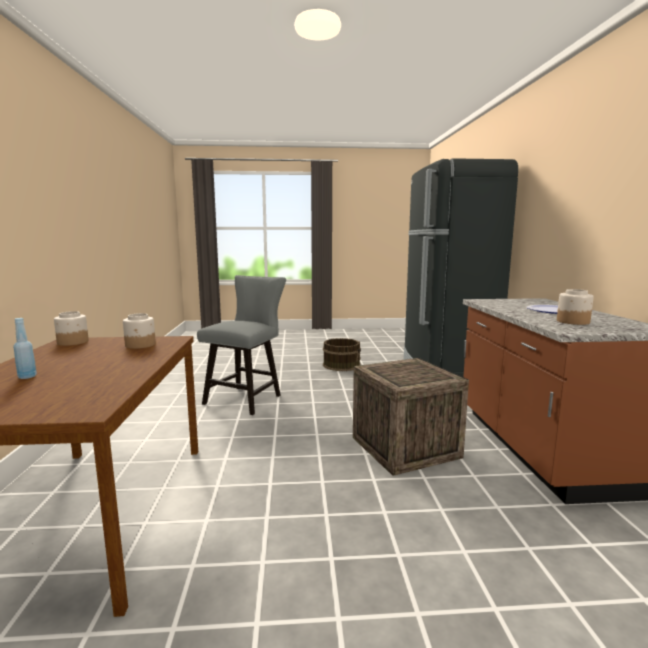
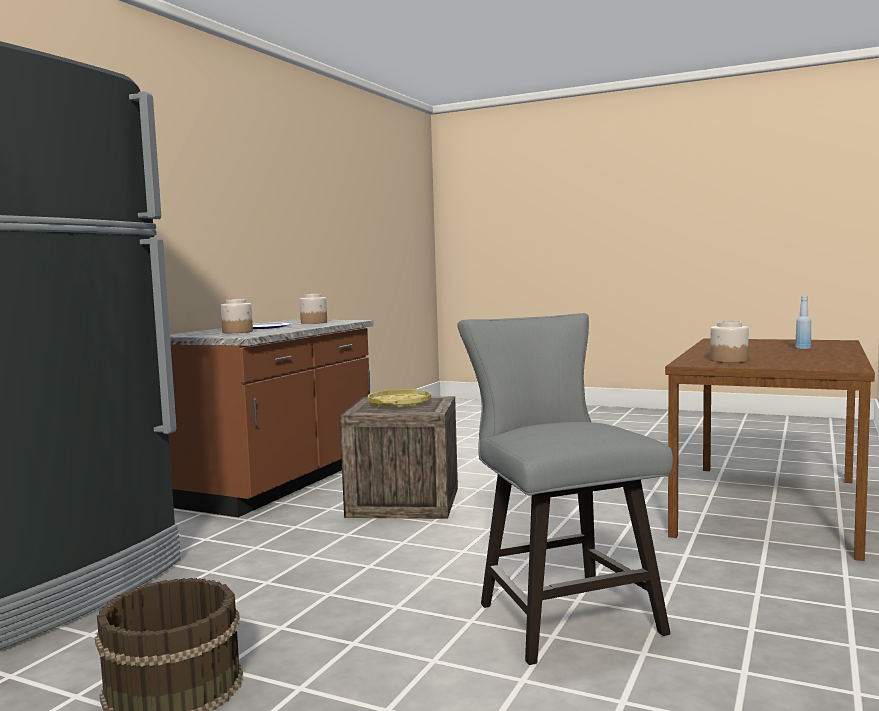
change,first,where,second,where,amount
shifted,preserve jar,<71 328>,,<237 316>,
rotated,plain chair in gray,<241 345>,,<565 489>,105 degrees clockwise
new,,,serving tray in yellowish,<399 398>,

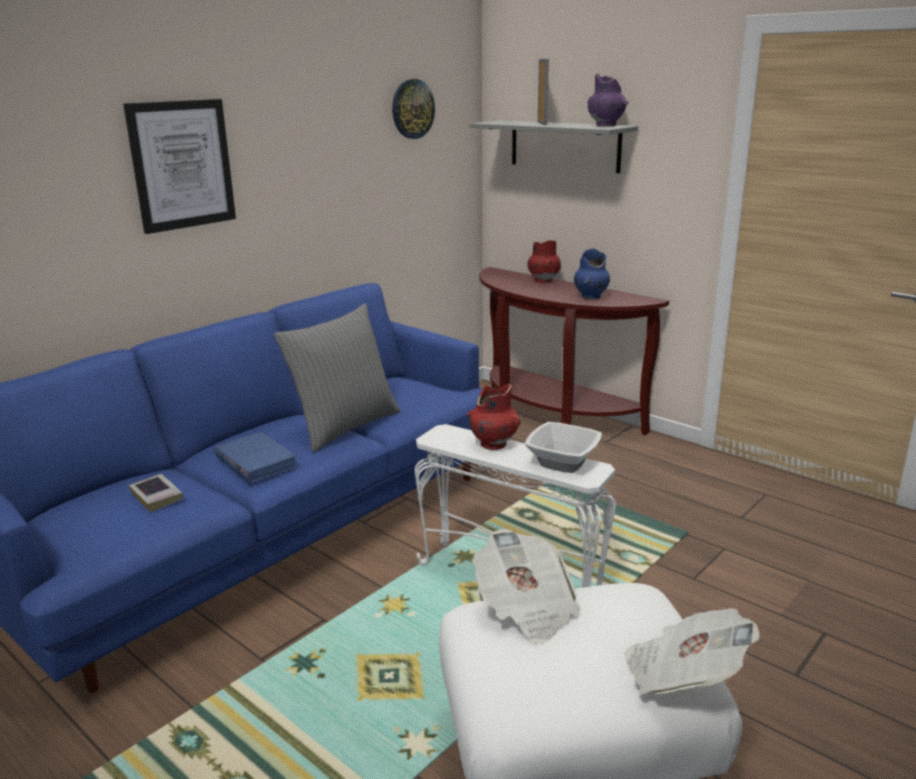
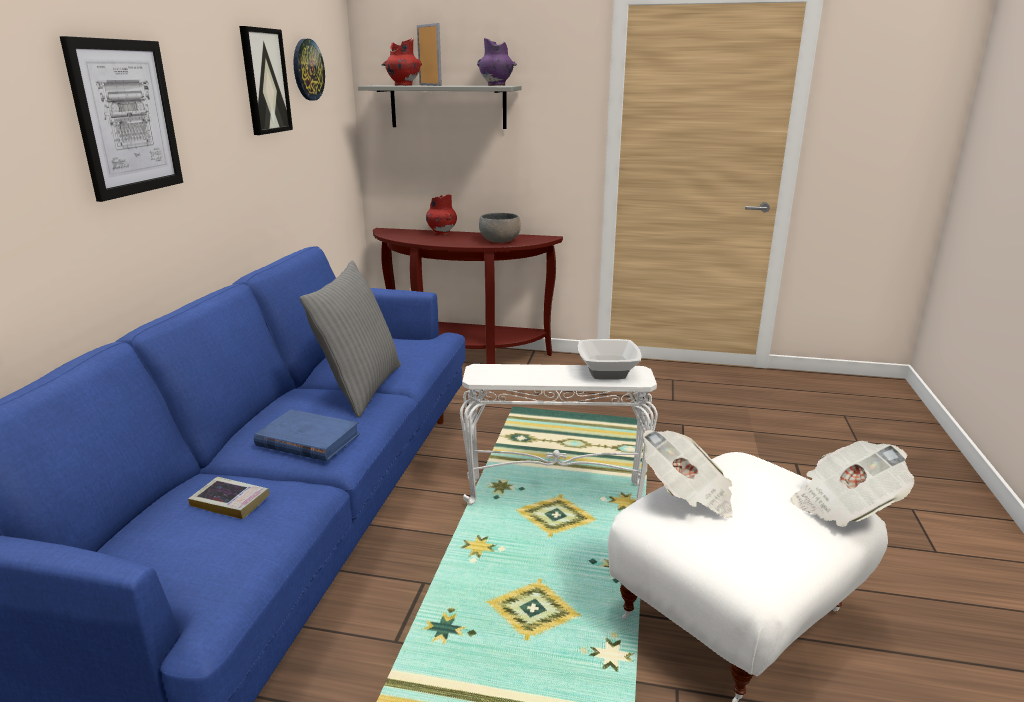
change,first,where,second,where,amount
shifted,flower vase in reddish,<493 417>,,<402 62>,
swapped,flower vase in bluish,<592 274>,serving bowl in gray,<500 228>,
new,,,picture,<266 80>,

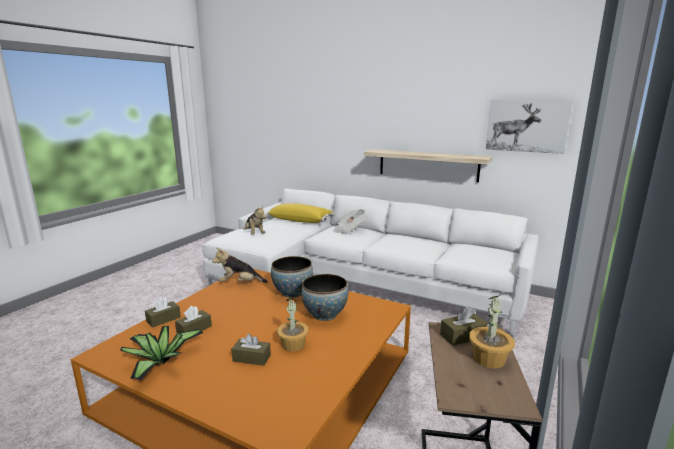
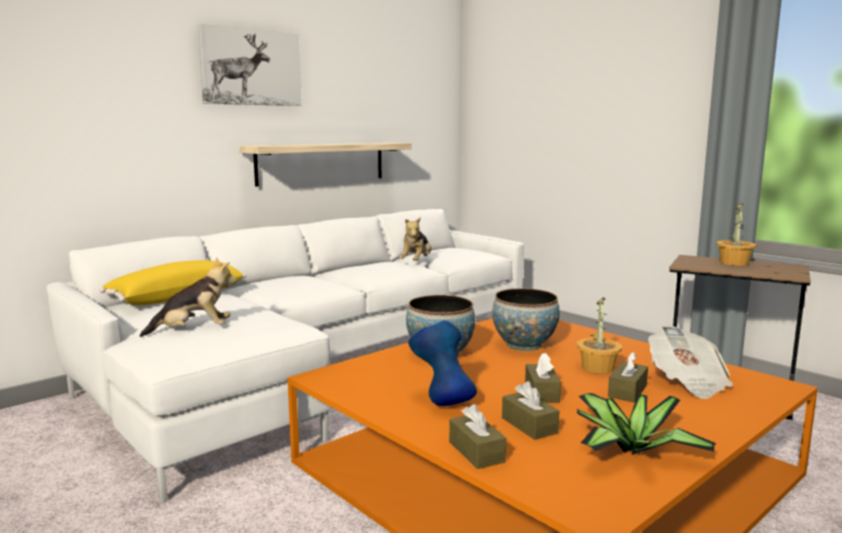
change,first,where,second,where,amount
shifted,soft toy,<240 265>,,<415 239>,
shifted,printed paper,<350 221>,,<690 362>,
shifted,tissue box in brownish,<463 326>,,<543 378>,
shifted,picture,<529 127>,,<250 65>,
new,,,flower vase in bluish,<442 363>,

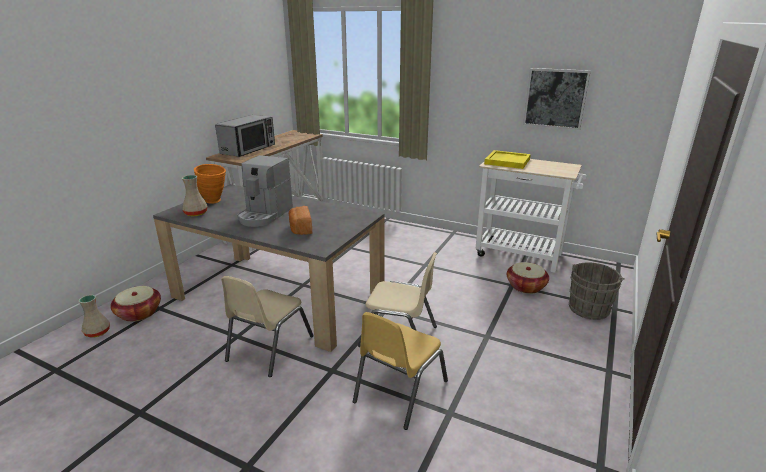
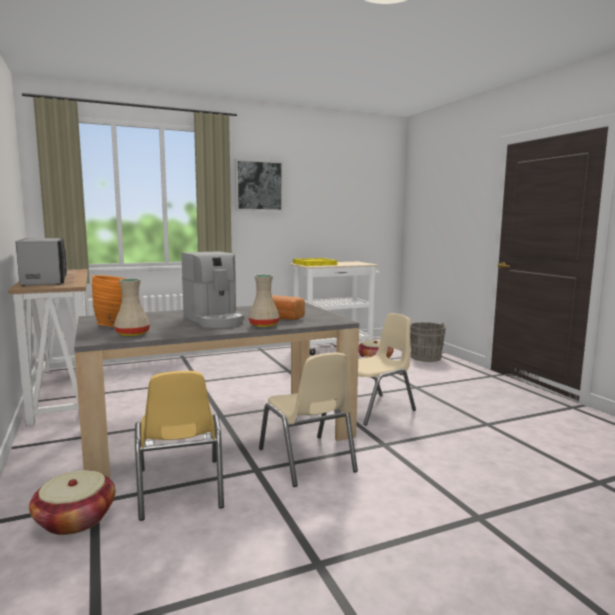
change,first,where,second,where,amount
shifted,flower vase in beige-coloured,<94 316>,,<264 301>,
shifted,plain chair in yellowish,<400 371>,,<179 446>,
shifted,picture,<557 99>,,<259 185>,

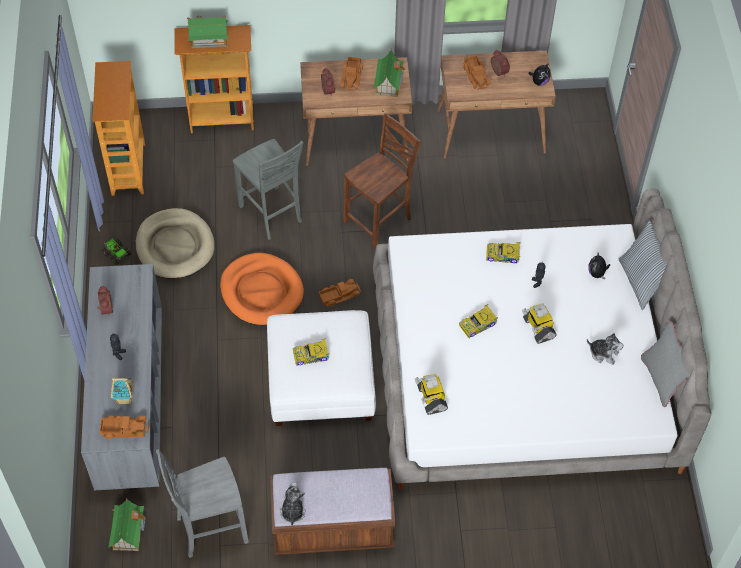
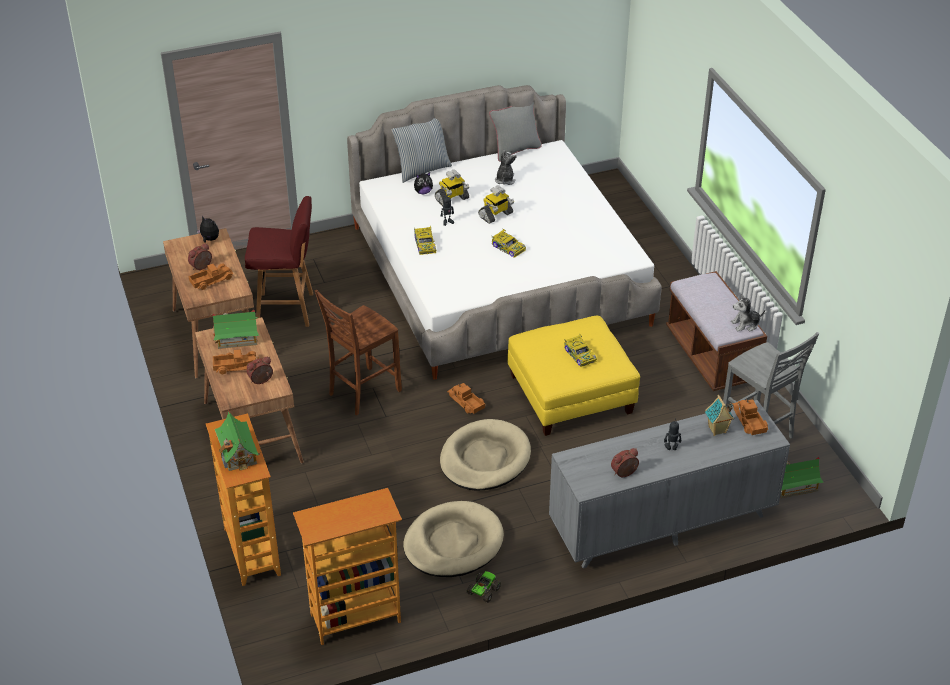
change,first,where,second,where,amount
repainted,pet bed in orange-coloured,<262 289>,pet bed in beige-coloured,<485 455>,
gone,plain chair in gray,<268 189>,,,
repainted,ottoman in whitish,<321 368>,ottoman in yellowish,<574 376>,
rotated,plain chair in brownish,<382 180>,,<358 352>,75 degrees counterclockwise
shifted,model robot,<431 394>,,<452 188>,
new,,,sitting stool in reddish,<279 261>,

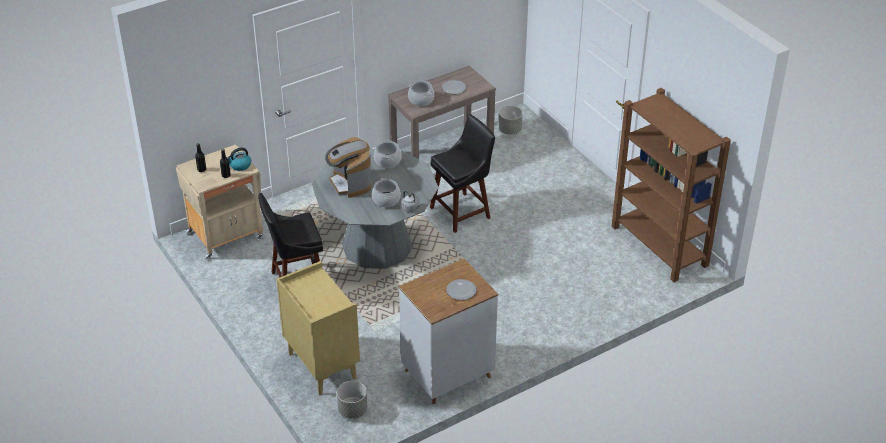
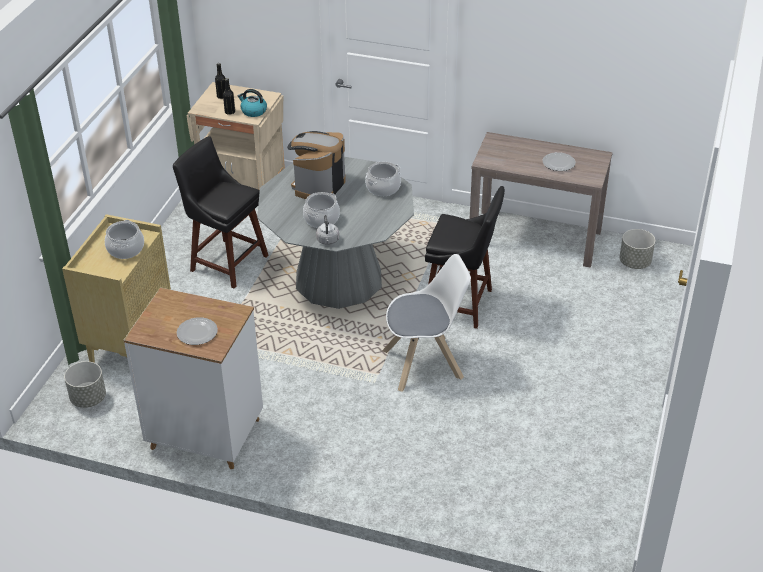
change,first,where,second,where,amount
shifted,saucepot,<421 93>,,<124 239>,
gone,bookcase in brownish,<671 185>,,,
new,,,plain chair,<426 322>,

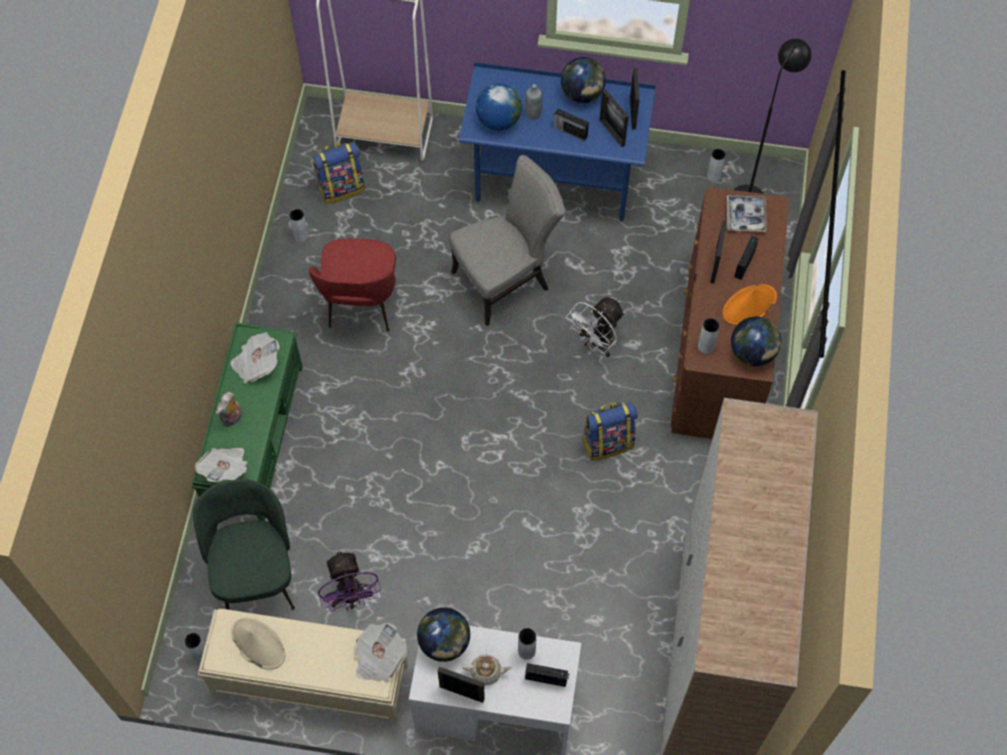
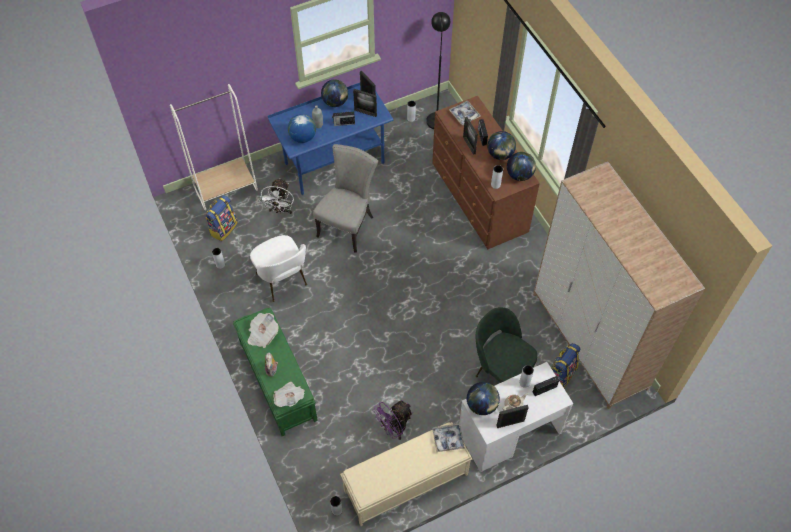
change,first,where,second,where,amount
shifted,plain chair in greenish,<244 544>,,<506 345>,
gone,hat in beige-coloured,<258 643>,,,
repainted,plain chair in reddish,<352 284>,plain chair in whitish,<278 268>,
rotated,cooling fan in purplish,<349 581>,,<393 420>,105 degrees clockwise
swapped,printed paper,<381 653>,serving tray,<448 438>,
shifted,cooling fan in whitish,<595 327>,,<277 196>,
shifted,backpack,<609 431>,,<565 365>,
swapped,hat in orange-coloured,<750 305>,desk globe,<501 145>,

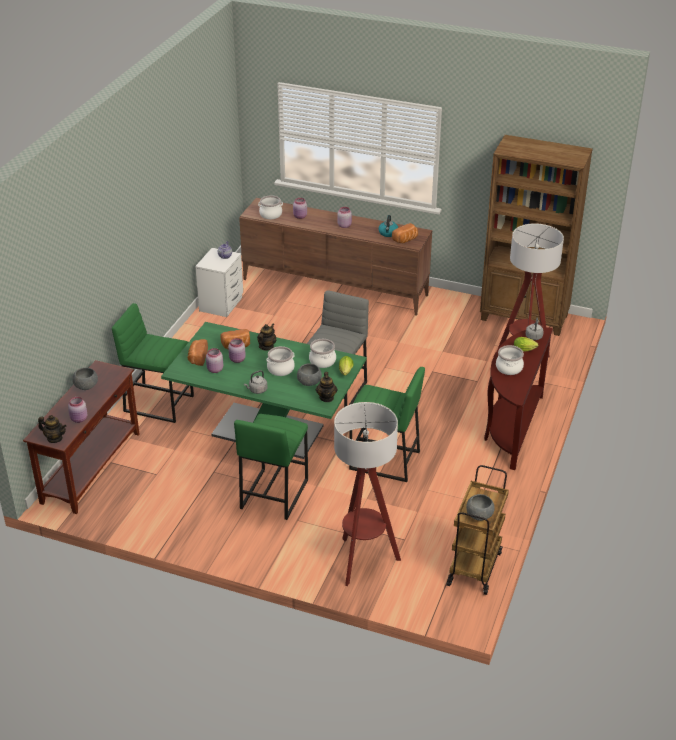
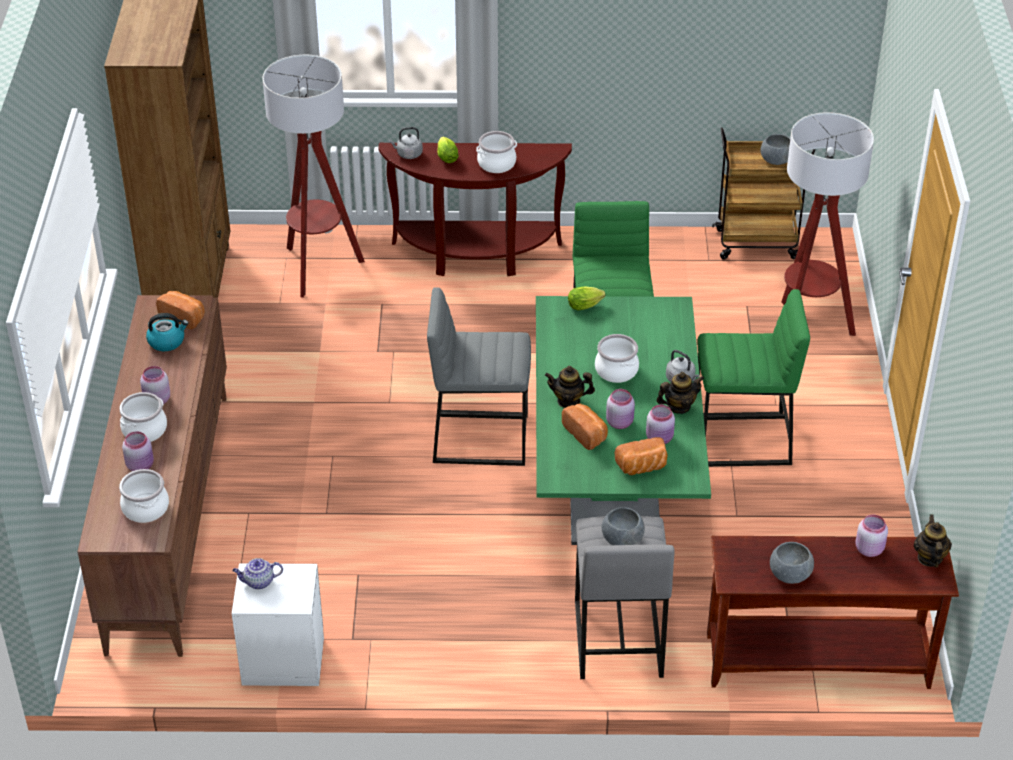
change,first,where,second,where,amount
repainted,sitting stool in greenish,<153 363>,sitting stool in gray,<625 597>,
shifted,serving bowl in gray,<309 374>,,<623 526>,
shifted,saucepot,<322 353>,,<143 417>,
shifted,tea pot,<326 387>,,<680 393>,

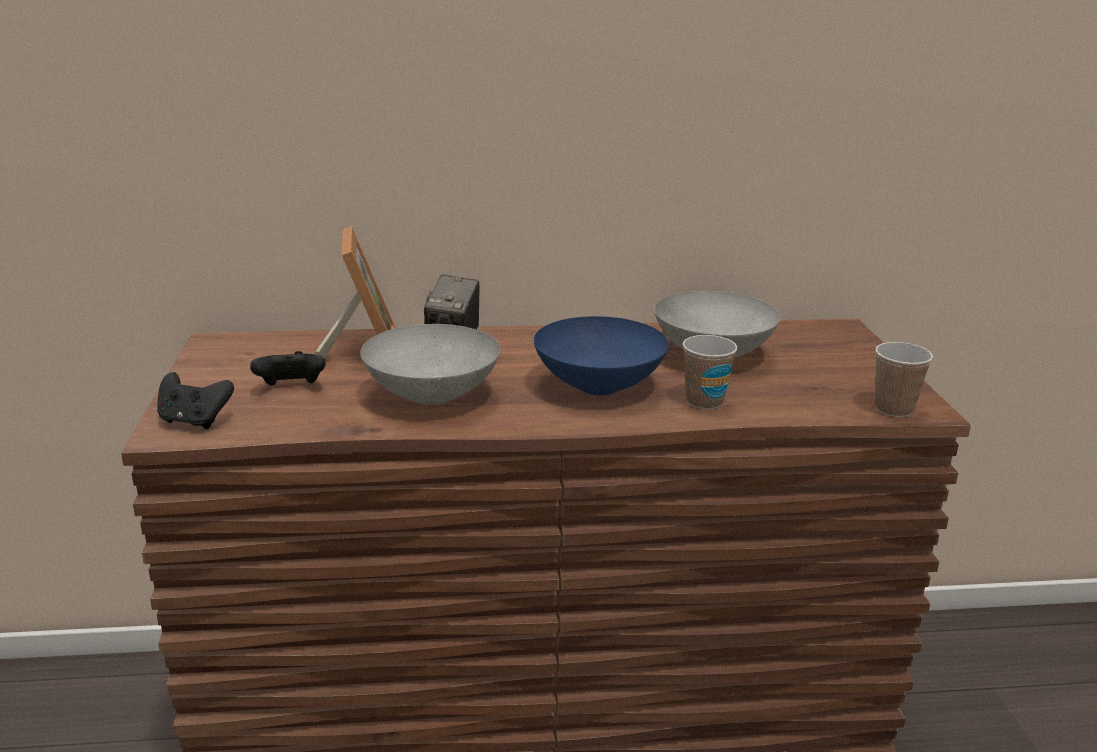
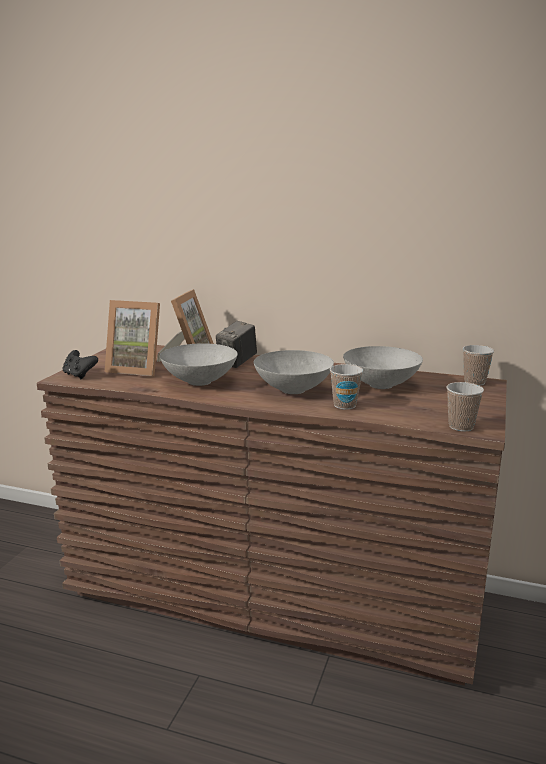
change,first,where,second,where,amount
swapped,gamepad in black,<288 368>,photo frame,<132 338>,
repainted,serving bowl in bluish,<601 355>,serving bowl in gray,<294 372>,
new,,,small cup,<478 365>,

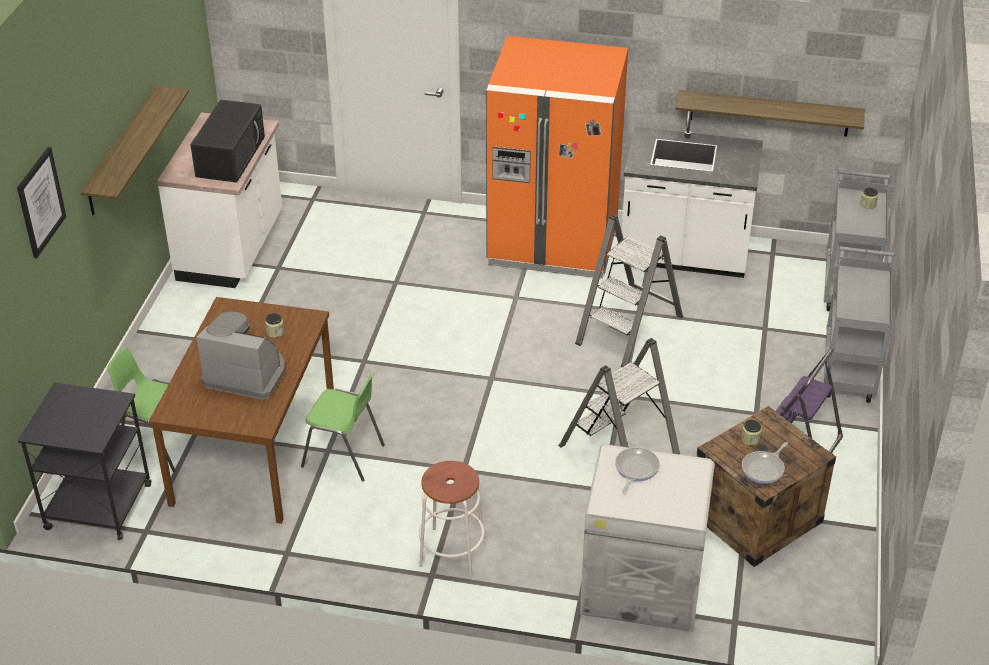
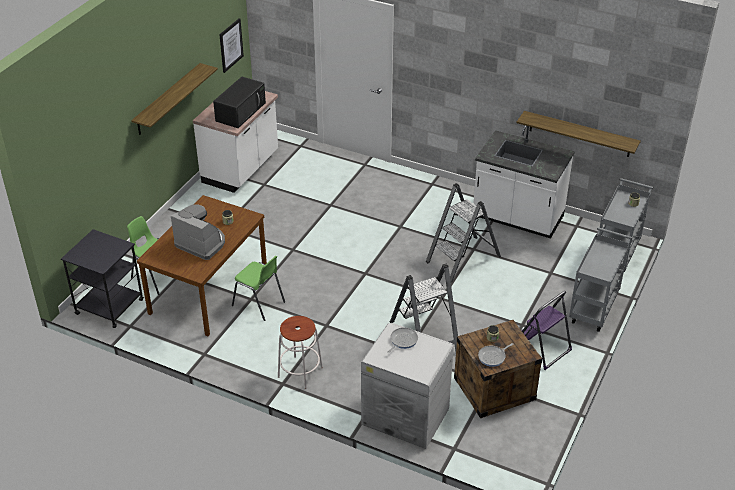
change,first,where,second,where,amount
shifted,picture,<41 202>,,<231 45>,
gone,refrigerator in orange-coloured,<557 157>,,,

